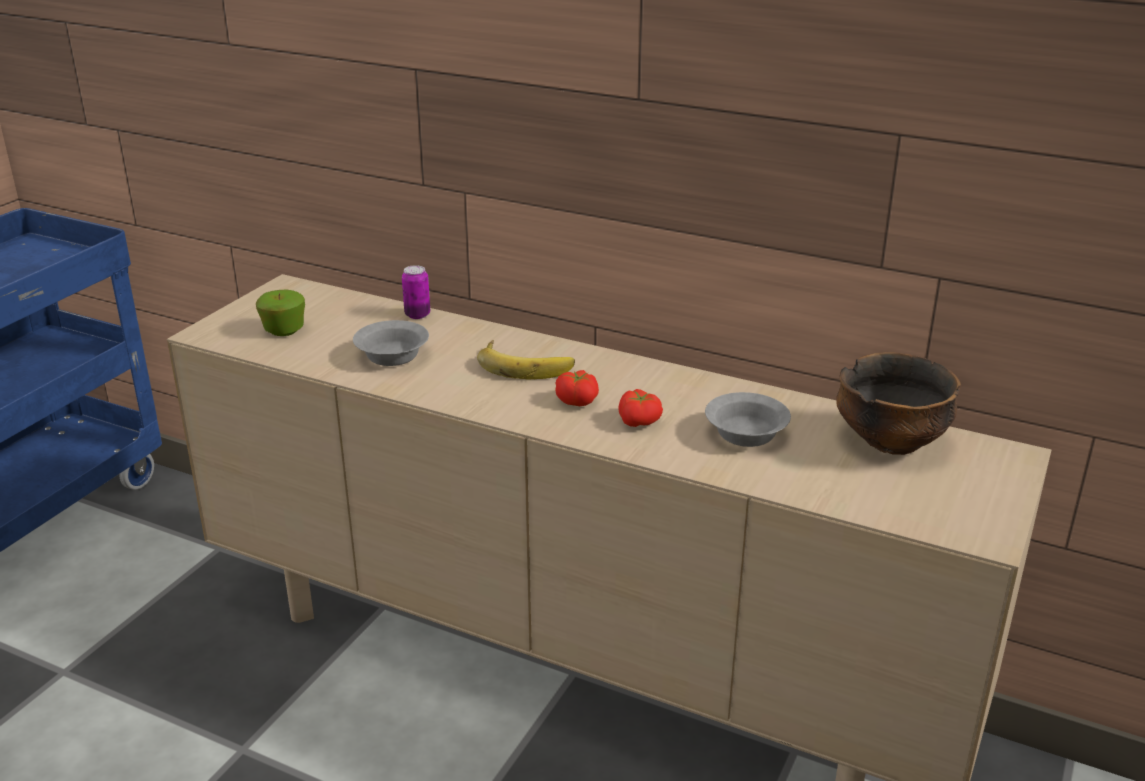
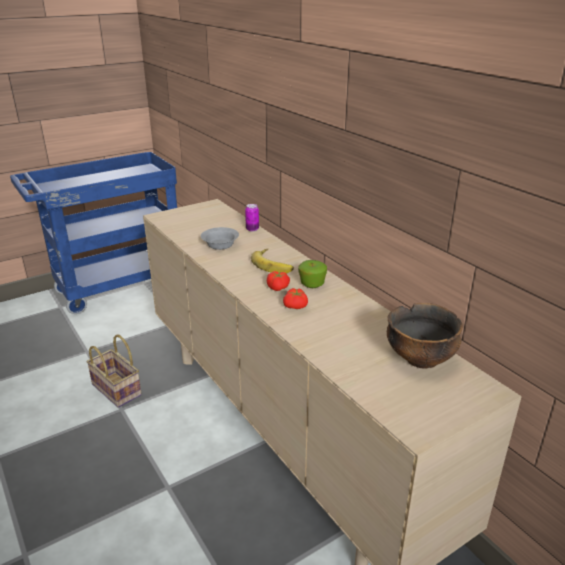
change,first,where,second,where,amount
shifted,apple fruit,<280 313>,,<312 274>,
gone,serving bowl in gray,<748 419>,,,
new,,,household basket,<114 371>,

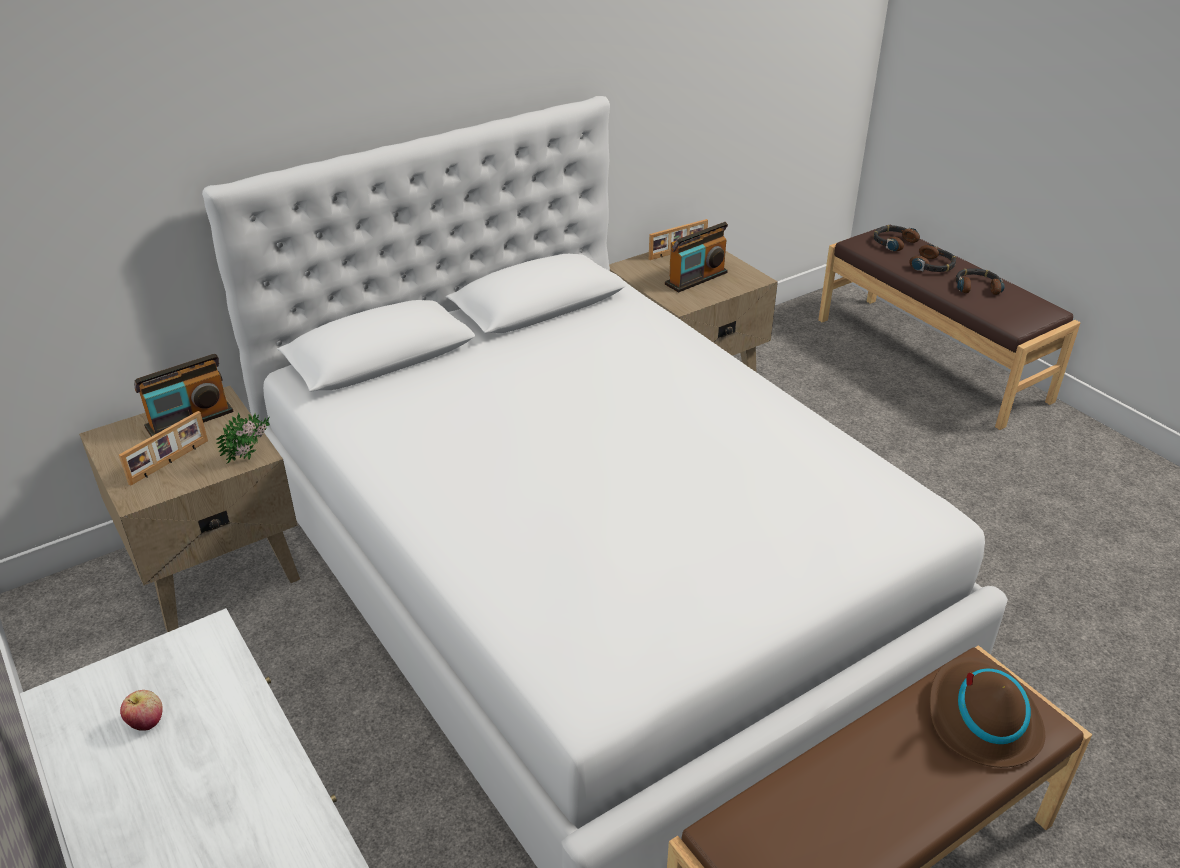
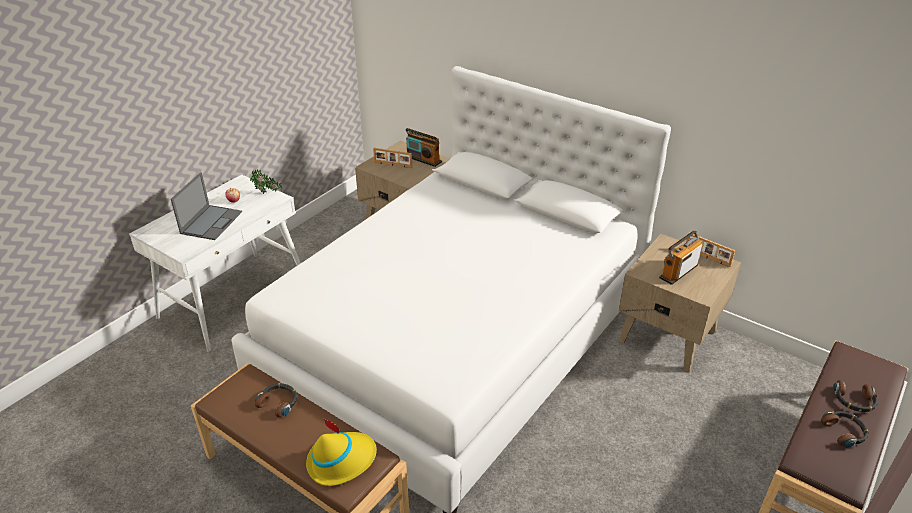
change,first,where,second,where,amount
shifted,plant in a pot,<243 438>,,<266 181>,
rotated,radio set,<696 257>,,<680 258>,105 degrees clockwise
shifted,pair of headphones,<896 238>,,<276 400>,
repainted,hat in brownish,<987 712>,hat in yellowish,<341 451>,
new,,,notebook computer,<206 206>,

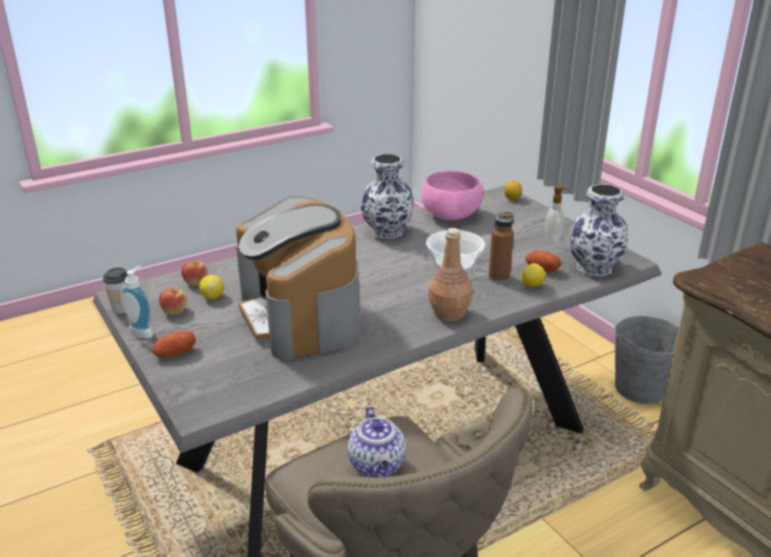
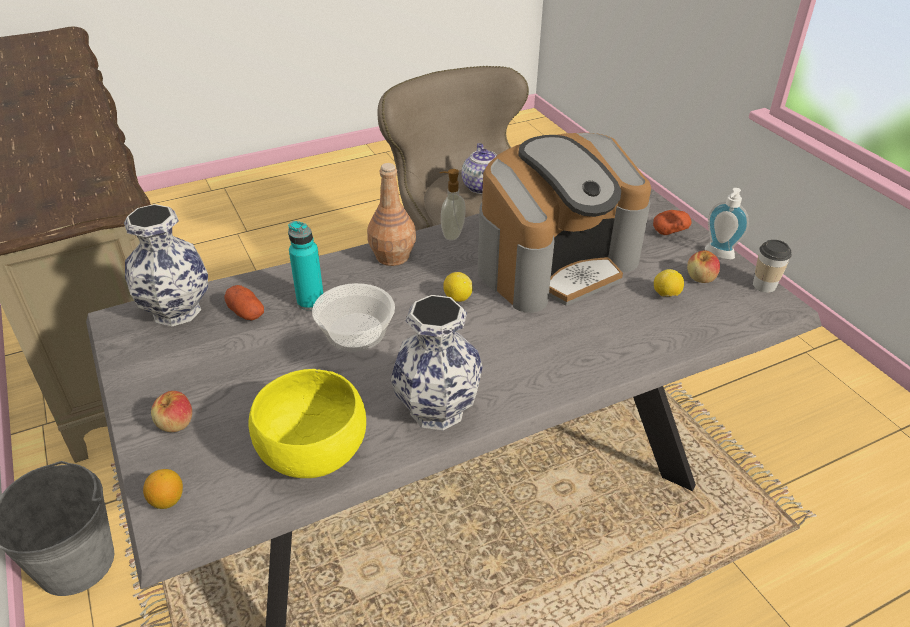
change,first,where,second,where,amount
shifted,apple fruit,<194 273>,,<171 411>,
rotated,coffee brewer,<297 278>,,<564 223>,75 degrees clockwise
repainted,serving bowl in pink-coloured,<452 195>,serving bowl in yellowish,<307 423>,
repainted,bottle in brownish,<501 247>,bottle in blue-green,<305 265>,
shifted,lemon,<533 275>,,<458 287>,
shifted,soap bottle,<557 214>,,<452 205>,

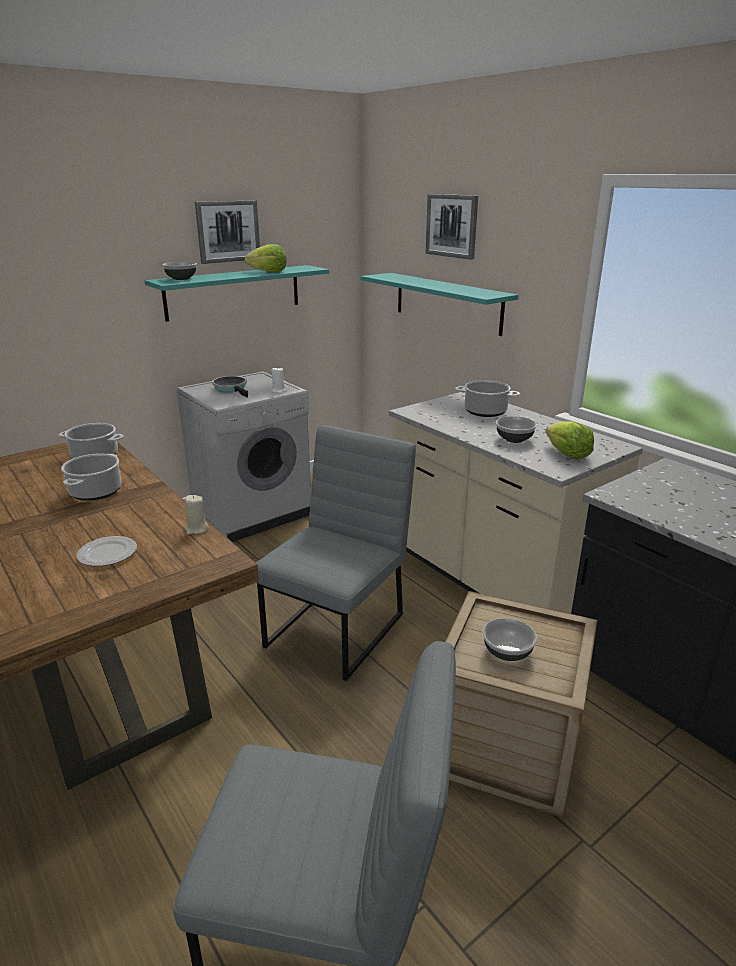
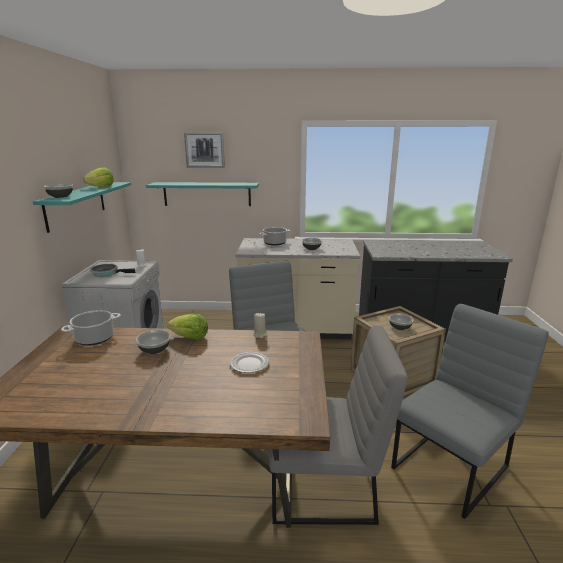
change,first,where,second,where,amount
swapped,saucepot,<91 477>,serving bowl,<153 342>,
gone,picture,<227 232>,,,
shifted,head of lettuce,<569 440>,,<187 327>,
new,,,plain chair in gray,<338 425>,

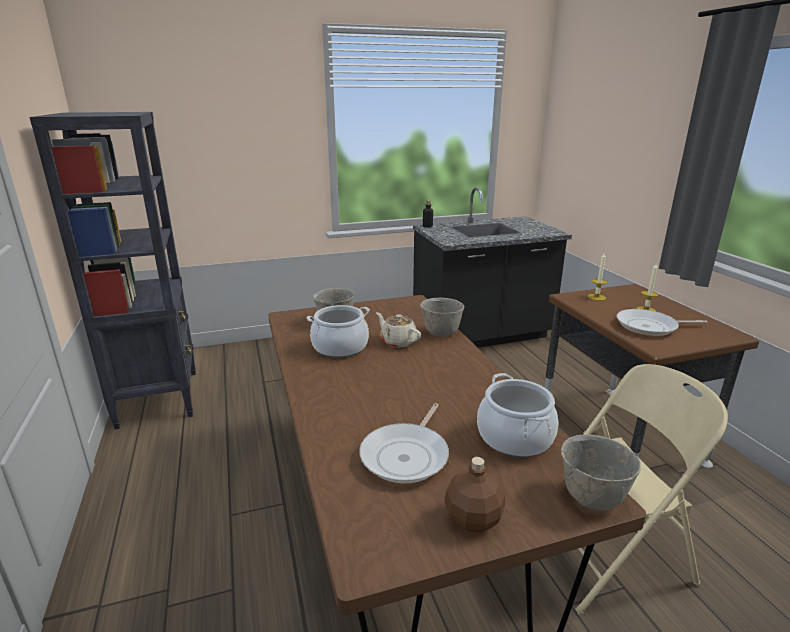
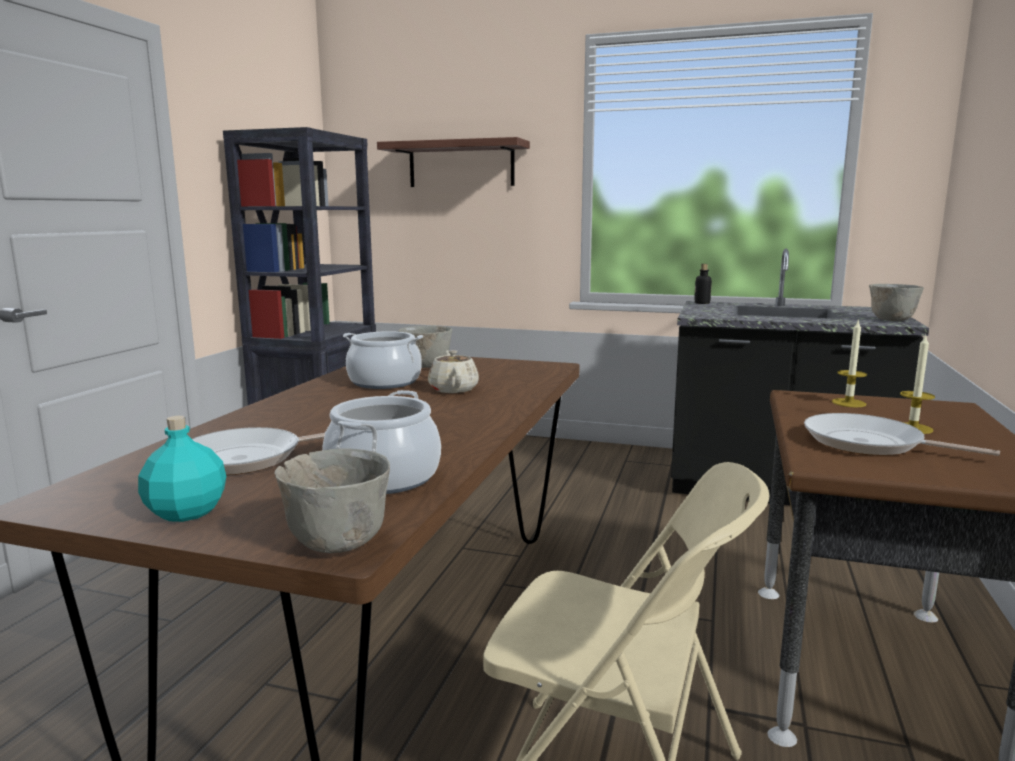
change,first,where,second,where,amount
shifted,serving bowl in gray,<442 317>,,<896 302>,
repainted,bottle in brownish,<474 495>,bottle in blue-green,<182 469>,
new,,,shelf,<453 162>,

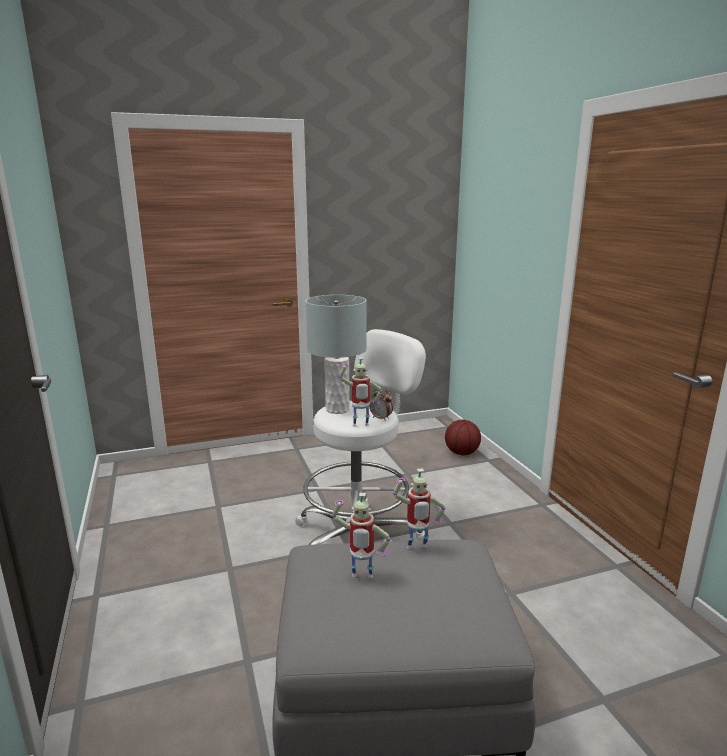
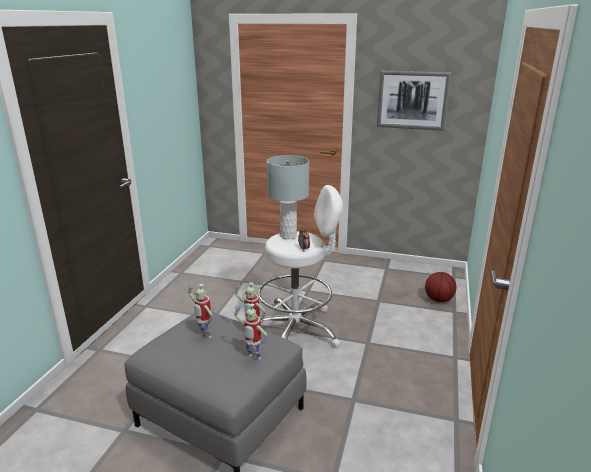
change,first,where,second,where,amount
shifted,model robot,<360 392>,,<251 331>,
new,,,picture,<414 101>,

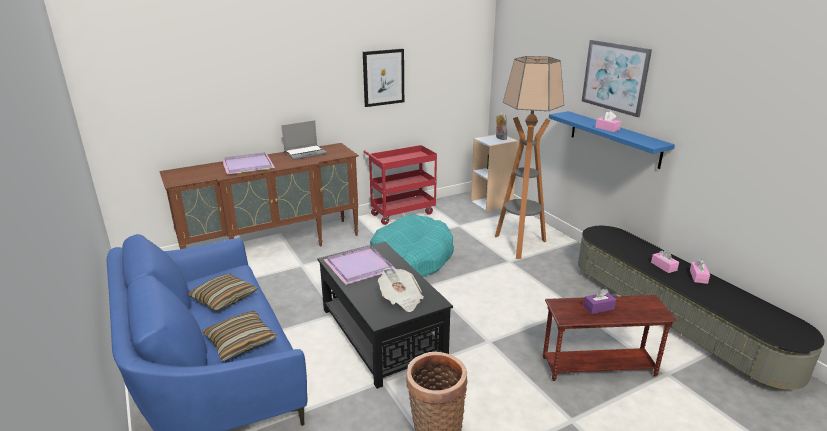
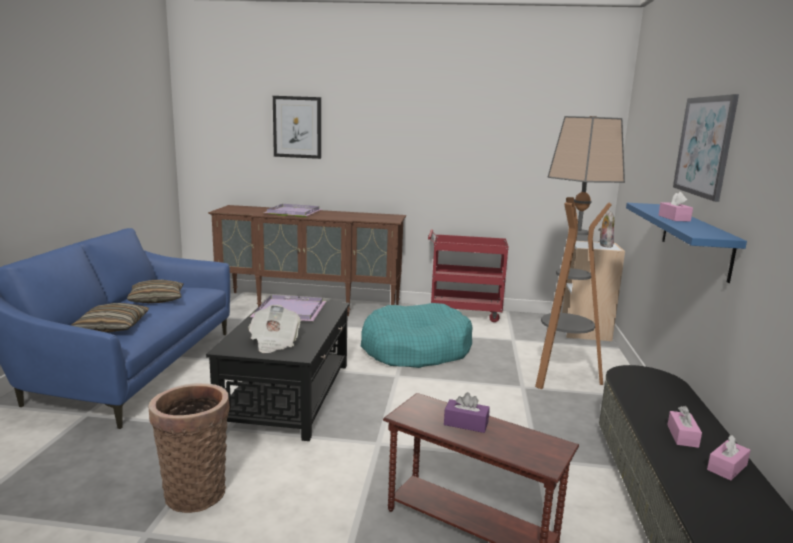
change,first,where,second,where,amount
gone,notebook computer,<304 140>,,,
shifted,picture,<383 78>,,<297 127>,

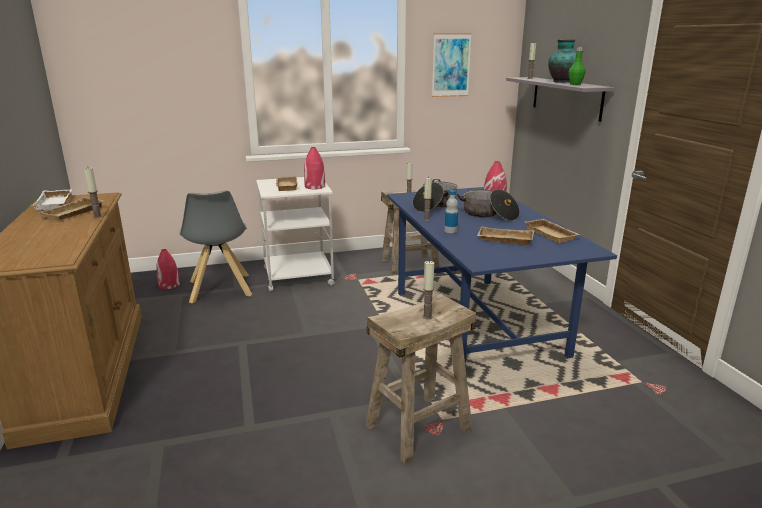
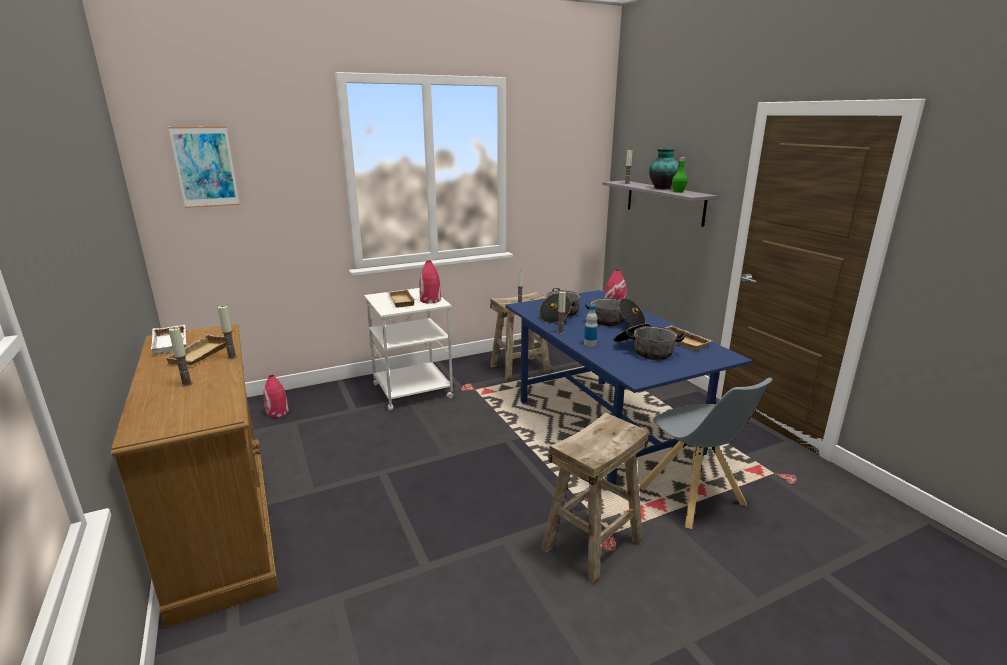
change,first,where,second,where,amount
shifted,plain chair in gray,<216 247>,,<705 453>,
shifted,wax candle,<428 290>,,<181 356>,
shifted,picture,<452 65>,,<204 167>,
swapped,serving tray in beige-coloured,<505 235>,saucepot,<649 342>,

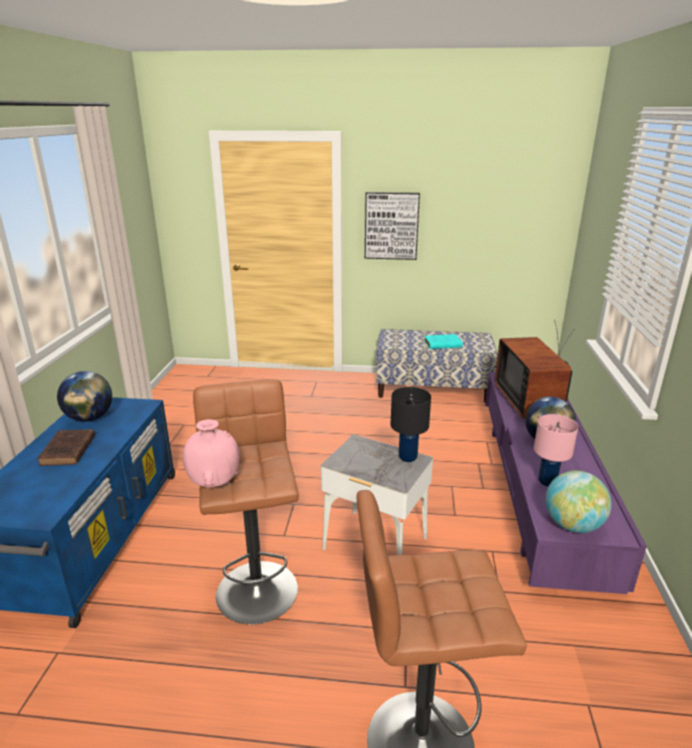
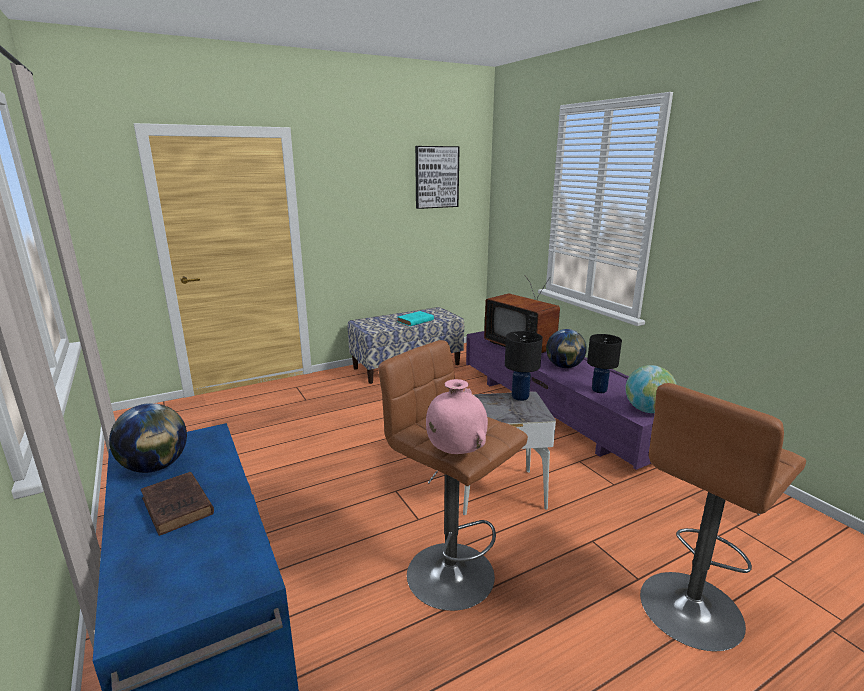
change,first,where,second,where,amount
shifted,picture,<392 226>,,<437 177>,
repainted,tabletop lamp in pink-coloured,<556 450>,tabletop lamp in black,<604 363>,

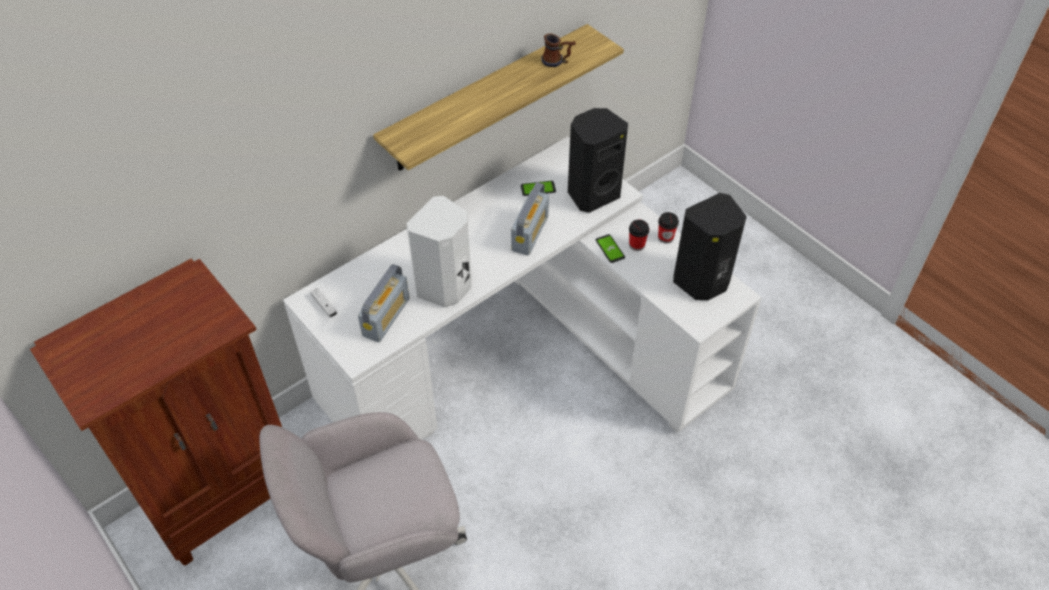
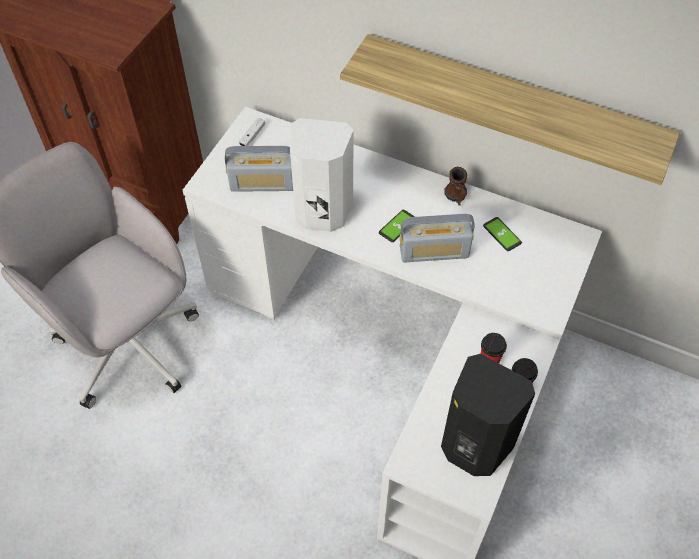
change,first,where,second,where,amount
shifted,mug,<558 50>,,<455 186>,
gone,speaker in black,<598 160>,,,
shifted,handset,<610 248>,,<397 226>,

